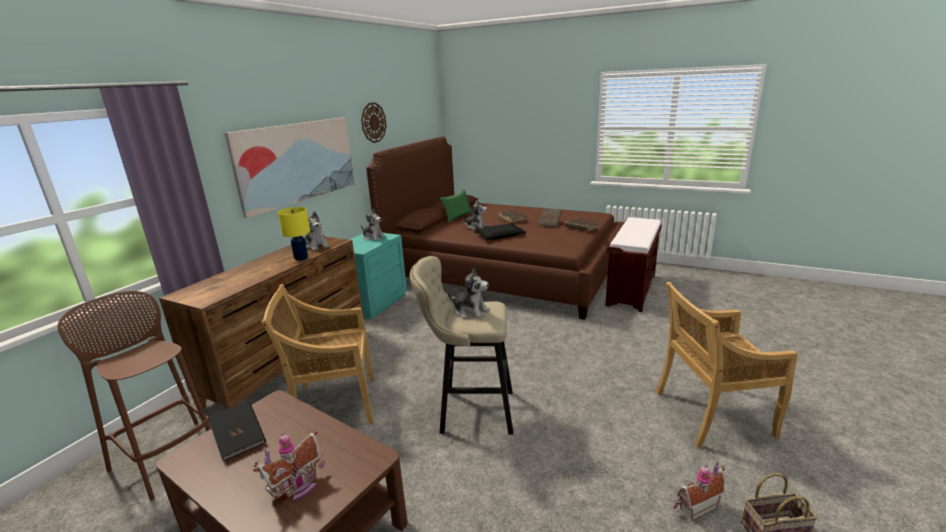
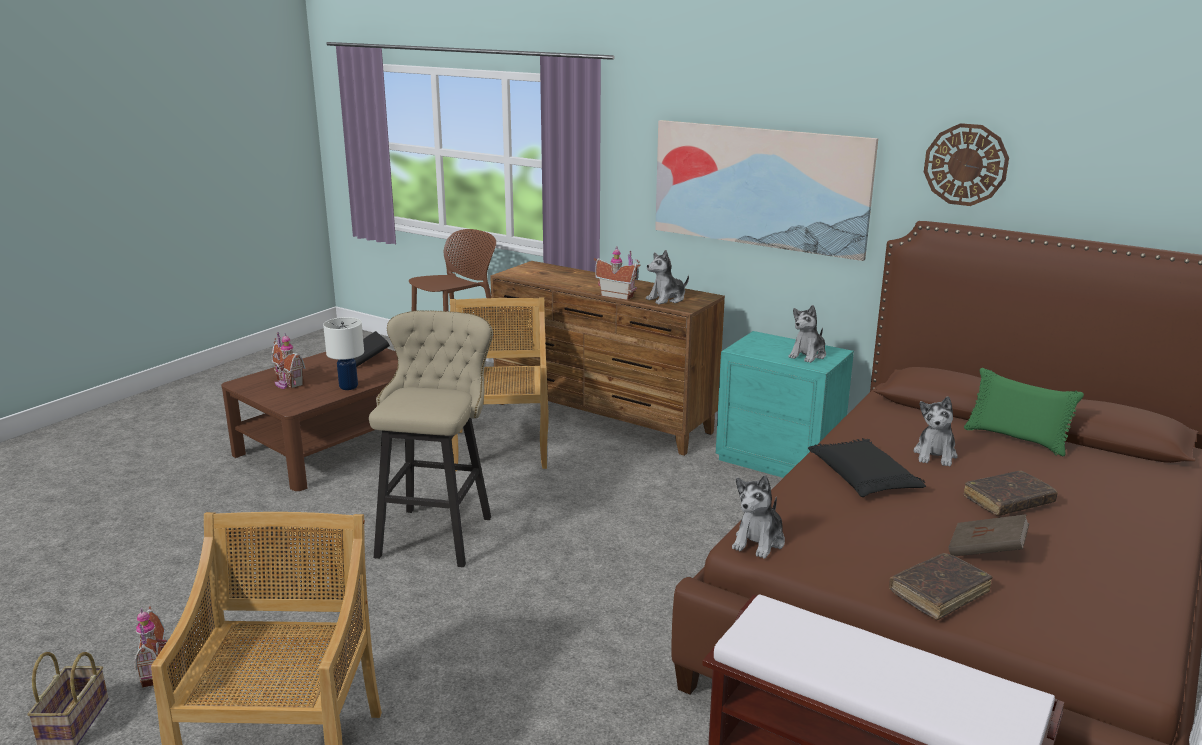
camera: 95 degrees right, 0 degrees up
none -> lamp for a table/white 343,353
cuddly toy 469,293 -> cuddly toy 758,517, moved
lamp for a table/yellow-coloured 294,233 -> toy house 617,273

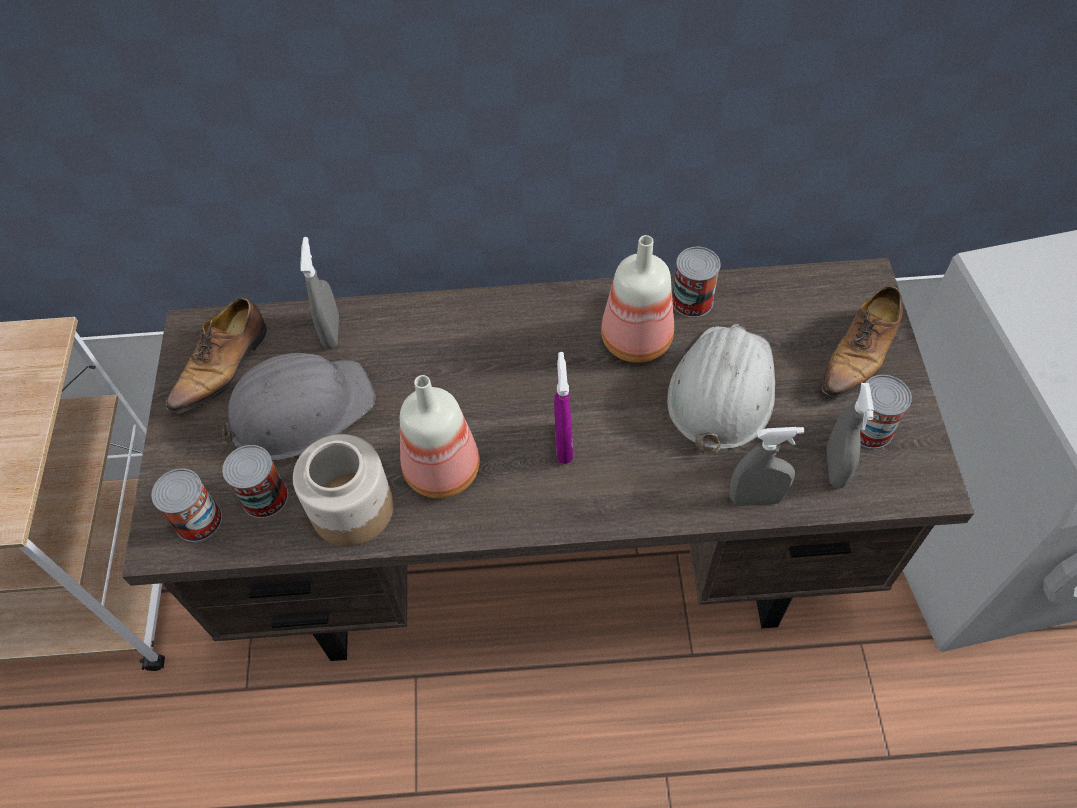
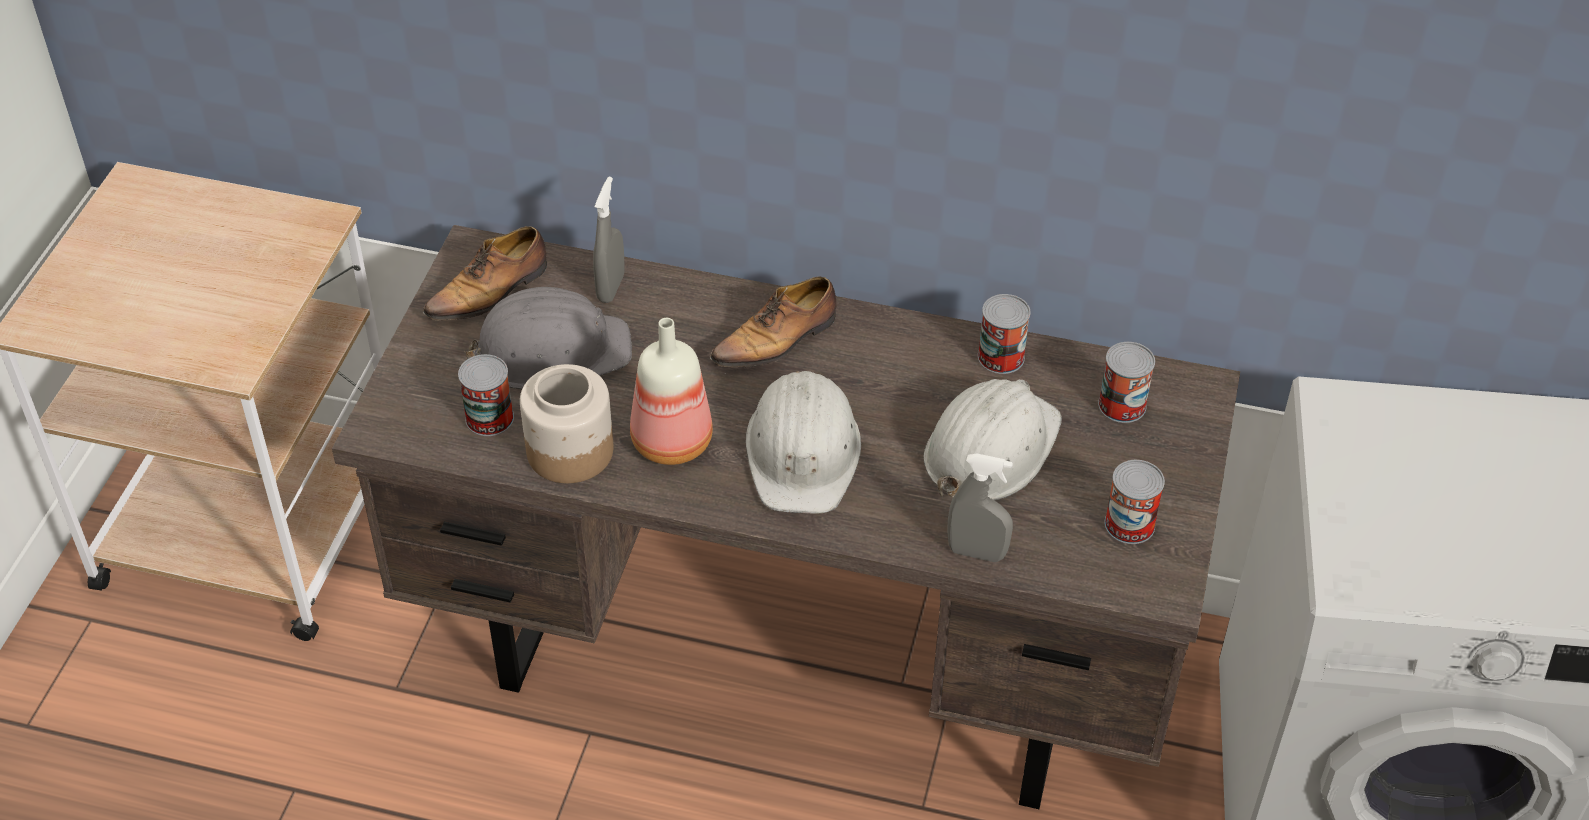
camera: 15 degrees right, 10 degrees down
beverage bottle 637,299 -> none
sprayer/gray 850,435 -> none
sealed can 186,505 -> sealed can 1126,382, moved
shoe 862,342 -> shoe 772,325, moved
sprayer/purple-coloured 563,408 -> work helmet/white 803,442

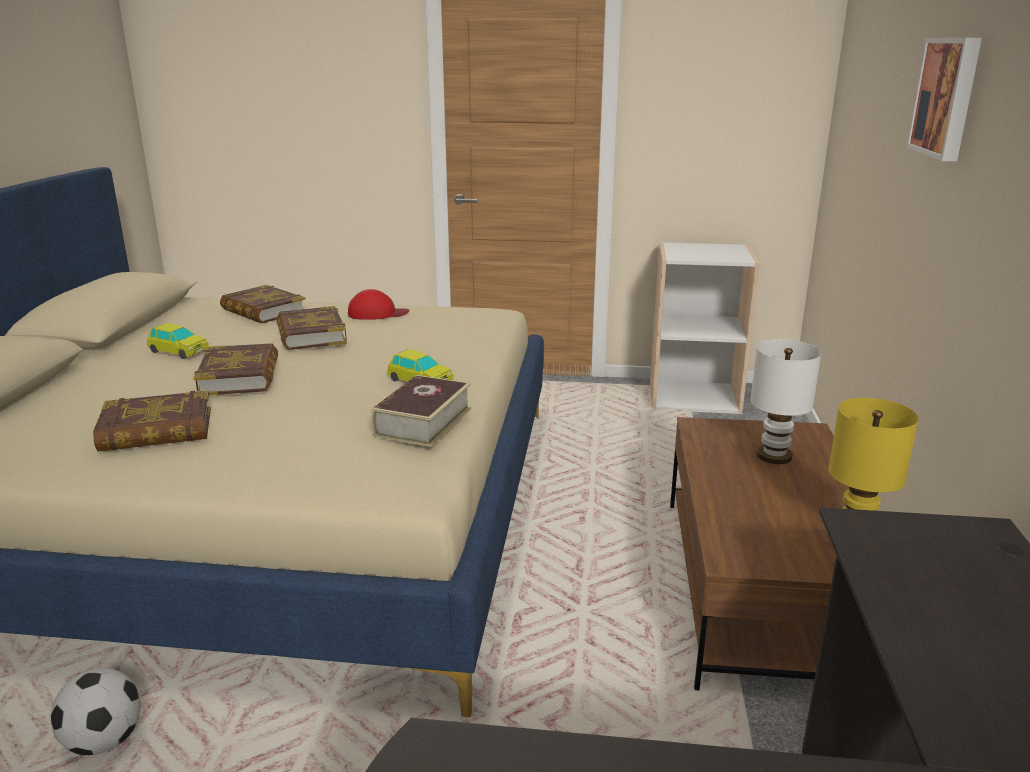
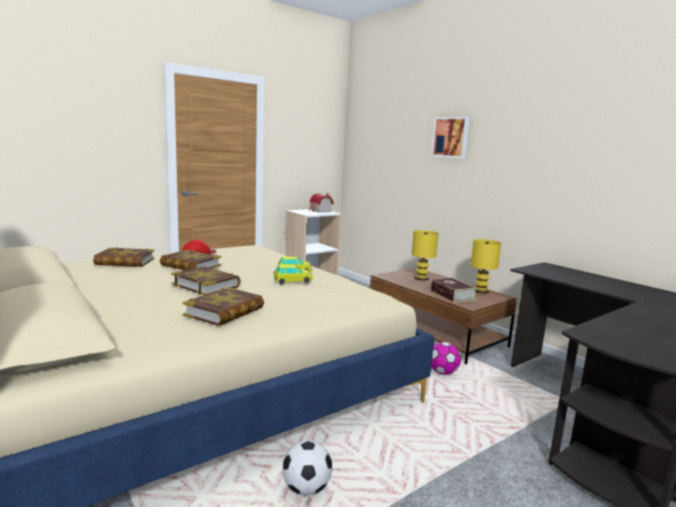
camera: 45 degrees left, 10 degrees down
none -> toy house 321,203
none -> ball for football 446,358
miniature car 178,341 -> miniature car 293,274, moved
book 421,411 -> book 454,290, moved
lamp for a table/white 785,401 -> lamp for a table/yellow-coloured 425,255

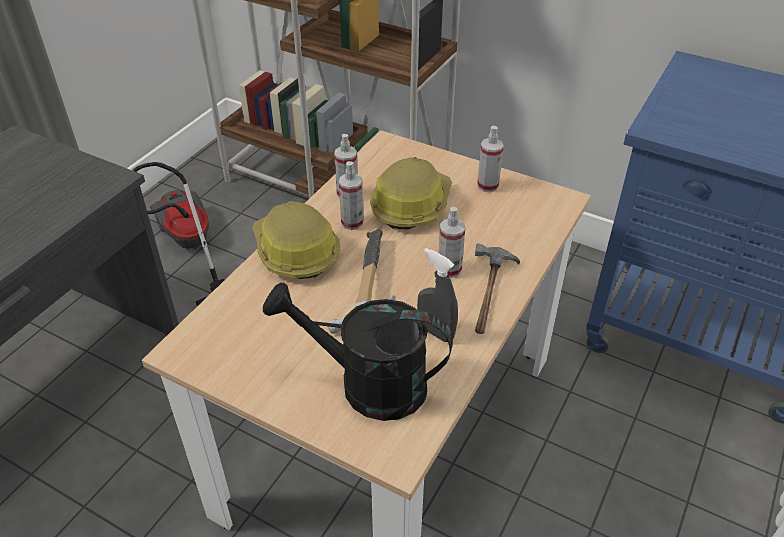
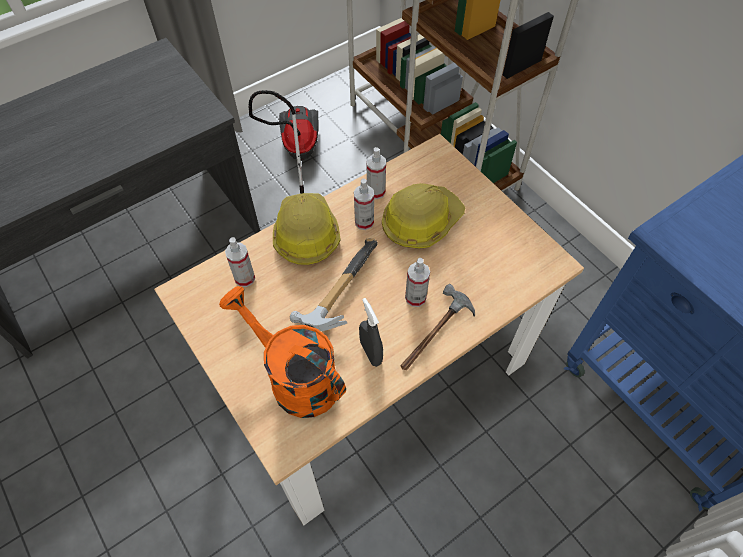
camera: 25 degrees right, 15 degrees up
sprayer 490,159 -> sprayer 240,262, moved
watering can/blackish 358,351 -> watering can/orange-coloured 282,352

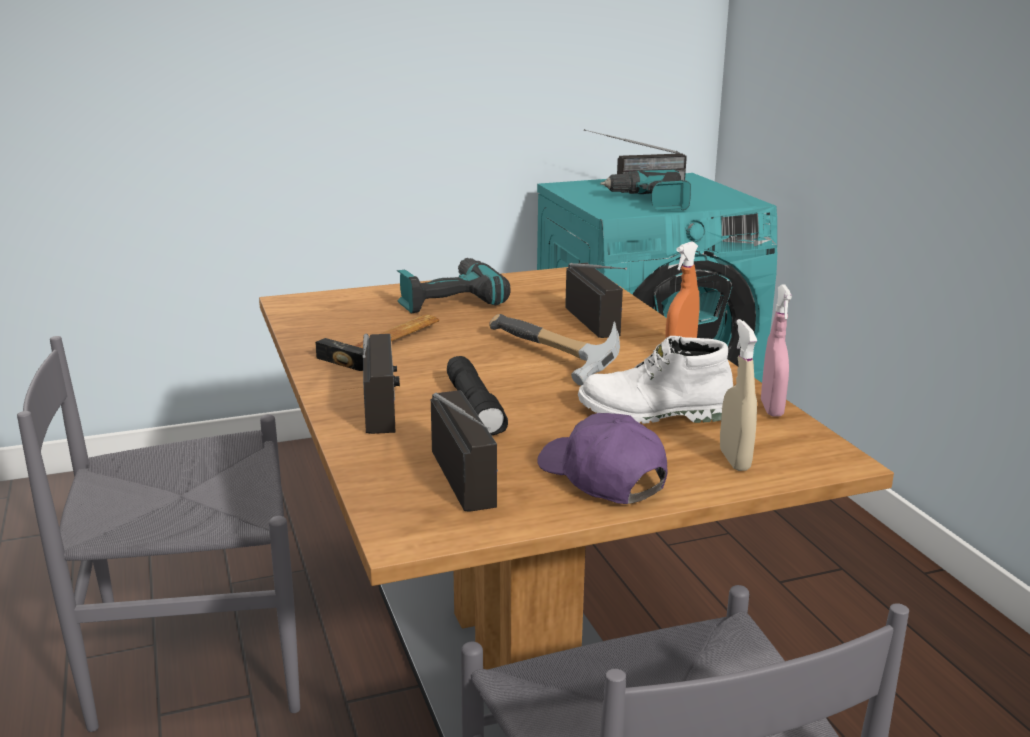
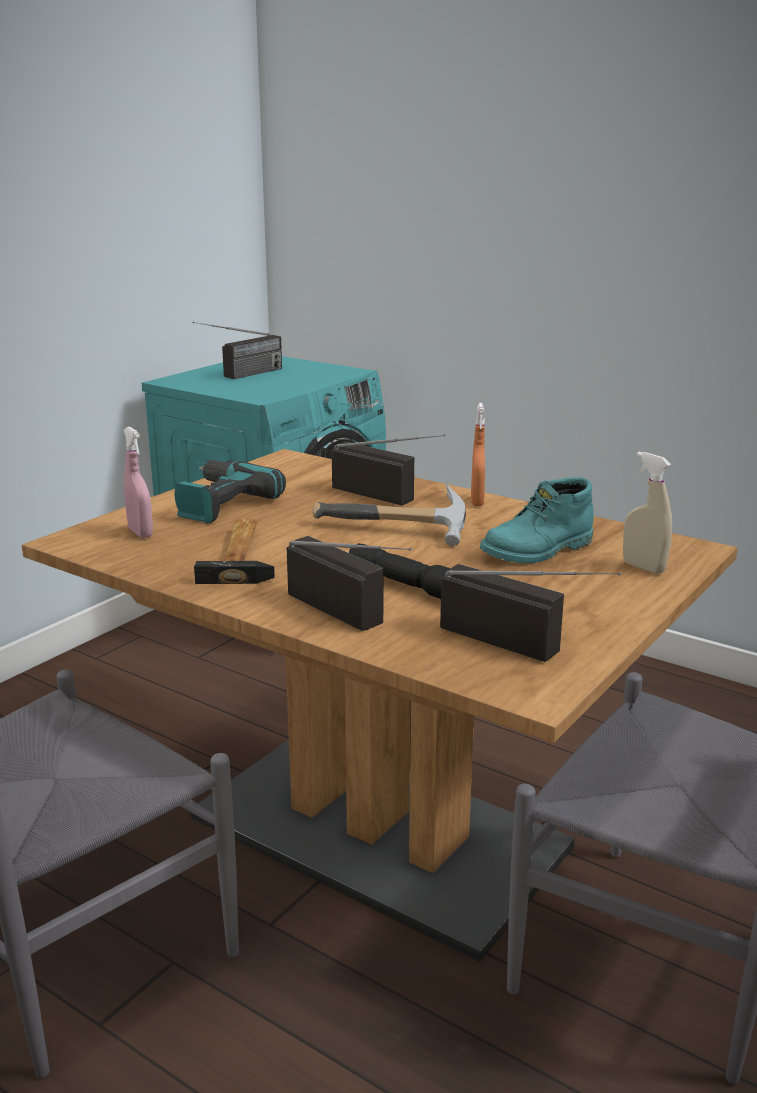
camera: 35 degrees left, 0 degrees up
baseball cap/purple-coloured 602,458 -> none
electric drill 645,190 -> none
sprayer/pinkish 776,350 -> sprayer/pinkish 138,482, moved
high-top boot/white 655,380 -> high-top boot/turquoise-coloured 537,520

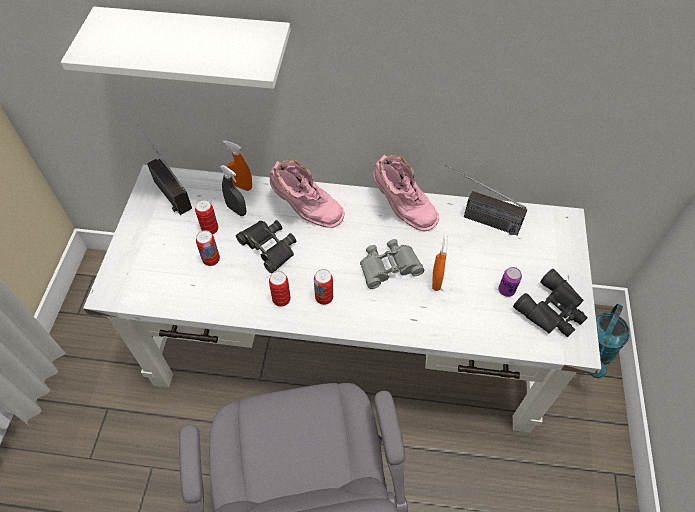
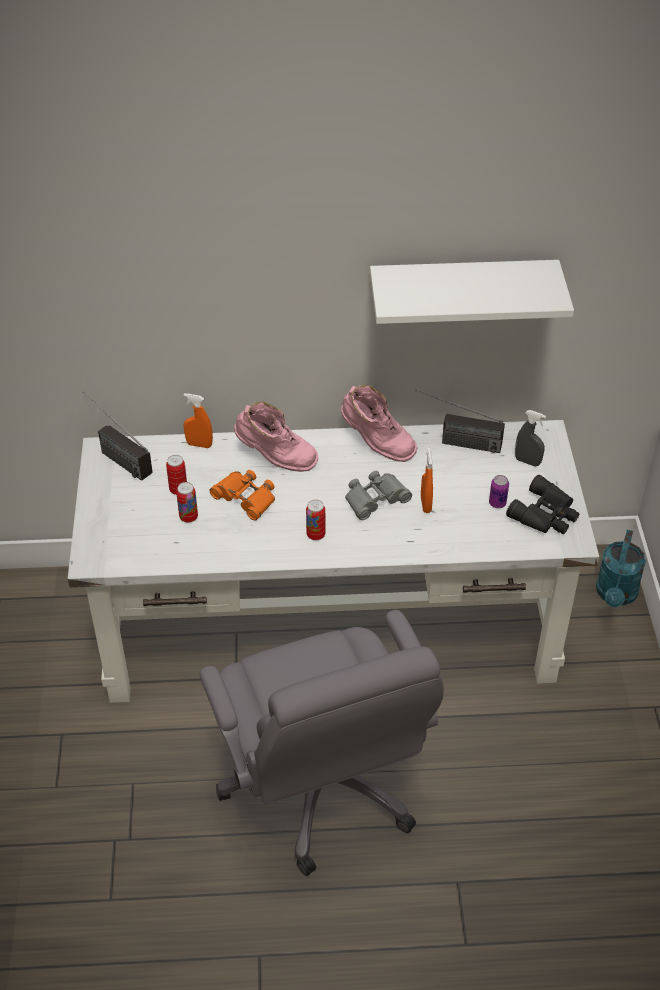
camera: 10 degrees left, 10 degrees down
sealed can 280,289 -> none
wall shelf/white 176,48 -> wall shelf/white 472,292, moved
sprayer/gray 233,190 -> sprayer/gray 530,438, moved
binoculars/blackish 266,246 -> binoculars/orange-coloured 242,495

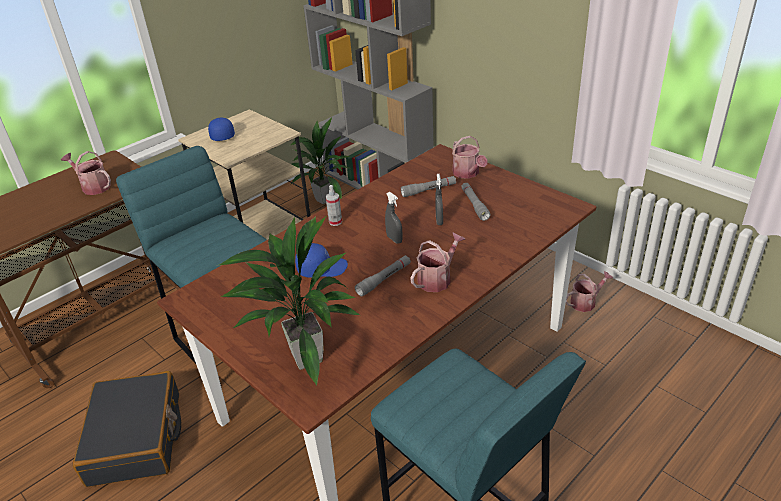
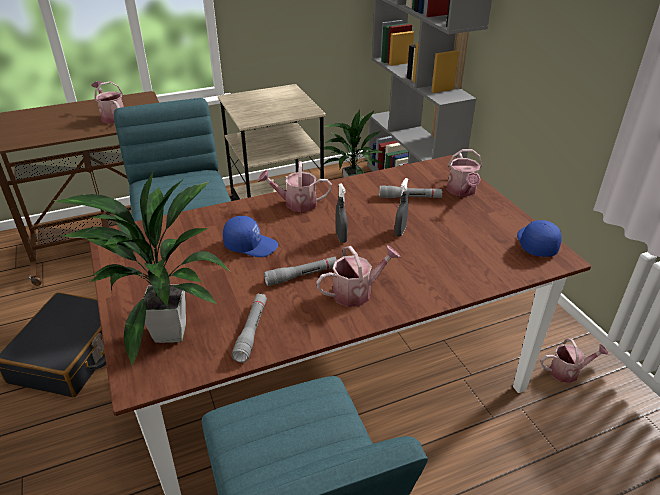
camera: 20 degrees right, 0 degrees up
baseball cap/blue-coloured 221,129 -> baseball cap/blue-coloured 539,238, moved
hand torch/gray 476,202 -> hand torch/gray 249,327, moved
sprayer 334,205 -> watering can 295,186

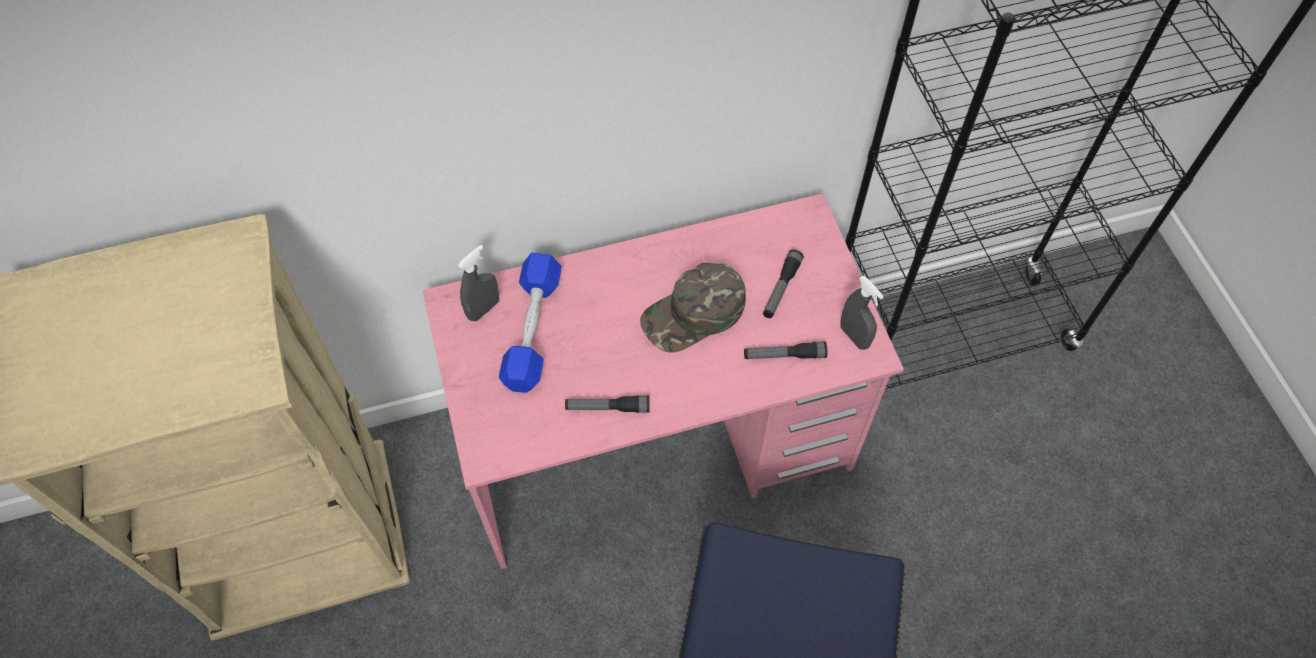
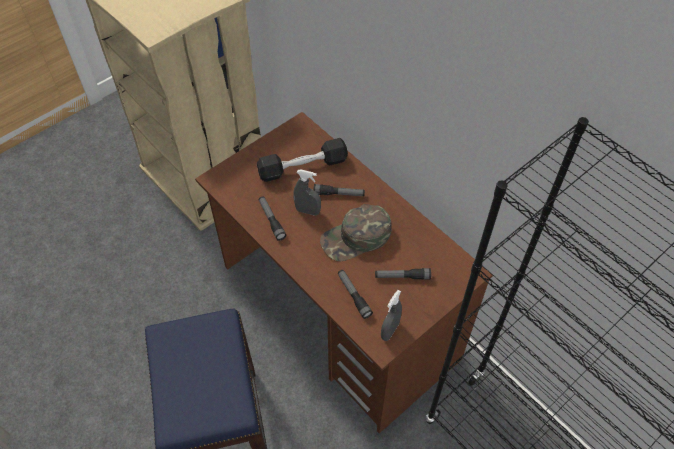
camera: 65 degrees right, 5 degrees down
none -> hand torch 339,190
sprayer/gray 478,283 -> sprayer/gray 307,193, moved
desk unit/pinkish 663,381 -> desk unit/brownish 344,272
dumbbell/blue-coloured 530,323 -> dumbbell/blackish 302,160
baseball cap/green 693,307 -> baseball cap/green 355,232, 60 degrees counterclockwise

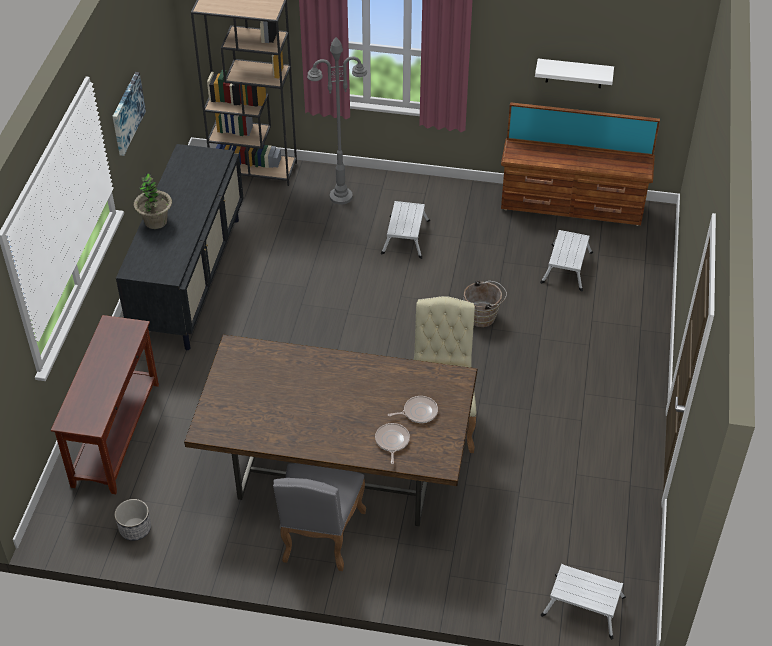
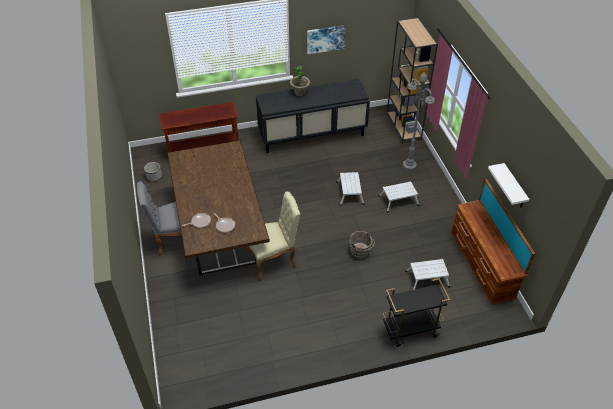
camera: 65 degrees right, 0 degrees up
none -> cart/blackish 416,312
step stool/white 583,602 -> step stool/white 351,189, moved

